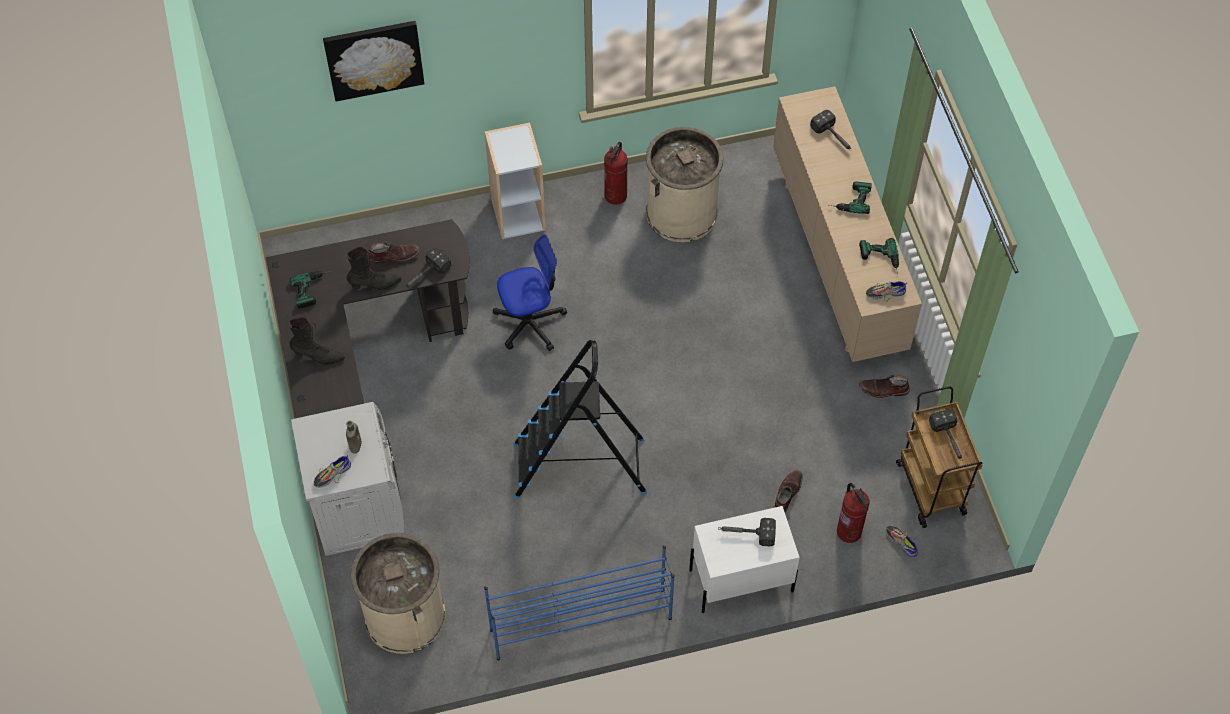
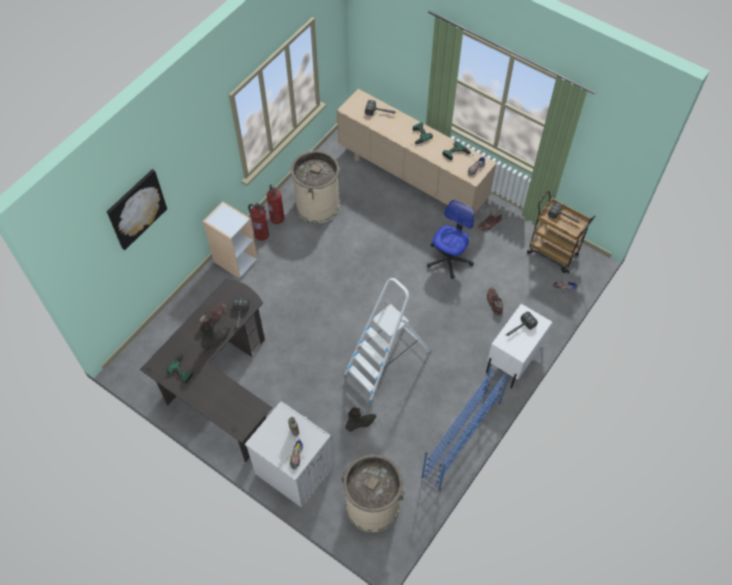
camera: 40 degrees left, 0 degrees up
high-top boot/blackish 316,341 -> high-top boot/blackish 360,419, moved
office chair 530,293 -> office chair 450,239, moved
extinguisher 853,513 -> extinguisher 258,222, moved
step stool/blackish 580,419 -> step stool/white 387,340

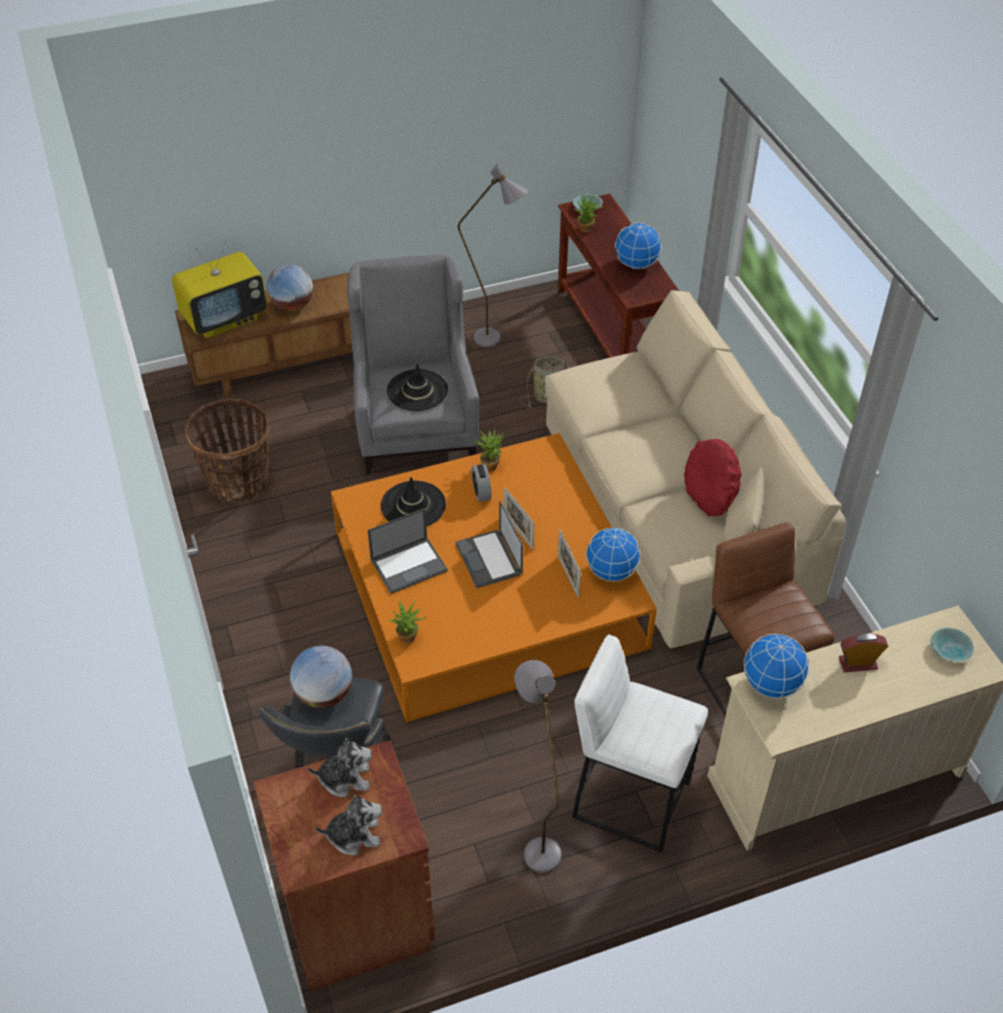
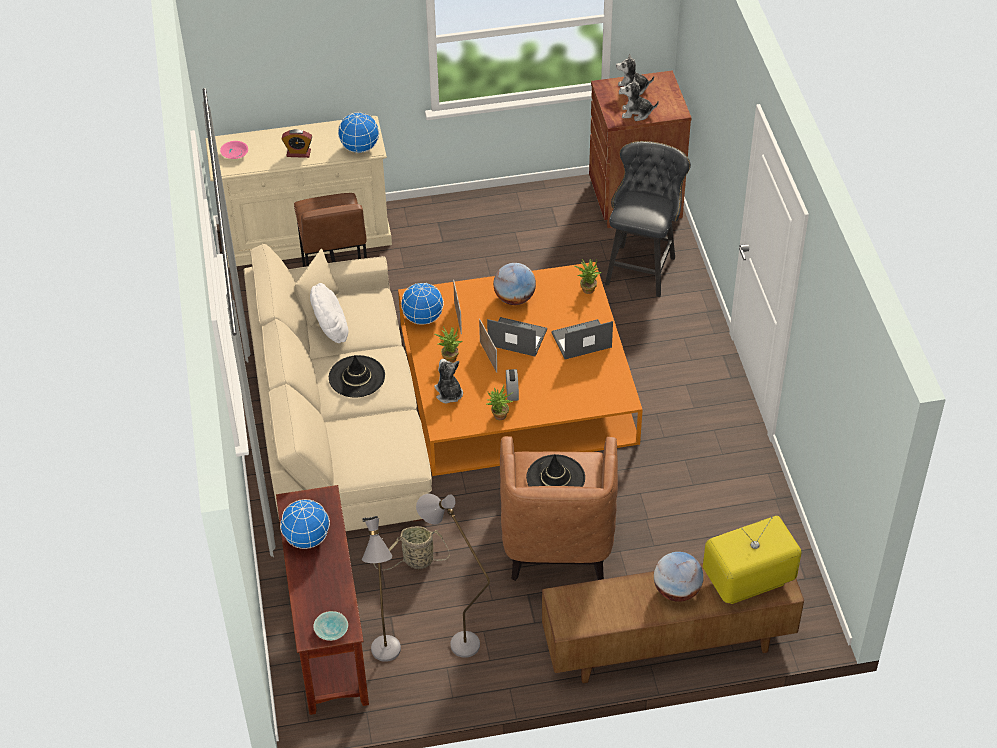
camera: 170 degrees left, 0 degrees up
storage basket 227,450 -> none
stool seat/white 640,743 -> none
none -> cuddly toy 448,381
desk globe 321,677 -> desk globe 514,284, moved
wearable hat/blackish 413,502 -> wearable hat/blackish 357,376, moved
standing lamp/gray 537,766 -> standing lamp/gray 381,590, moved
potted plant 589,213 -> potted plant 448,344, moved
lounge chair/gray 413,364 -> lounge chair/brownish 559,508
cushion/red-coloured 713,477 -> cushion/white 329,313
serving bowl/turquoise-coloured 952,645 -> serving bowl/pinkish 234,150
portable computer 489,544 -> portable computer 517,337, 60 degrees counterclockwise

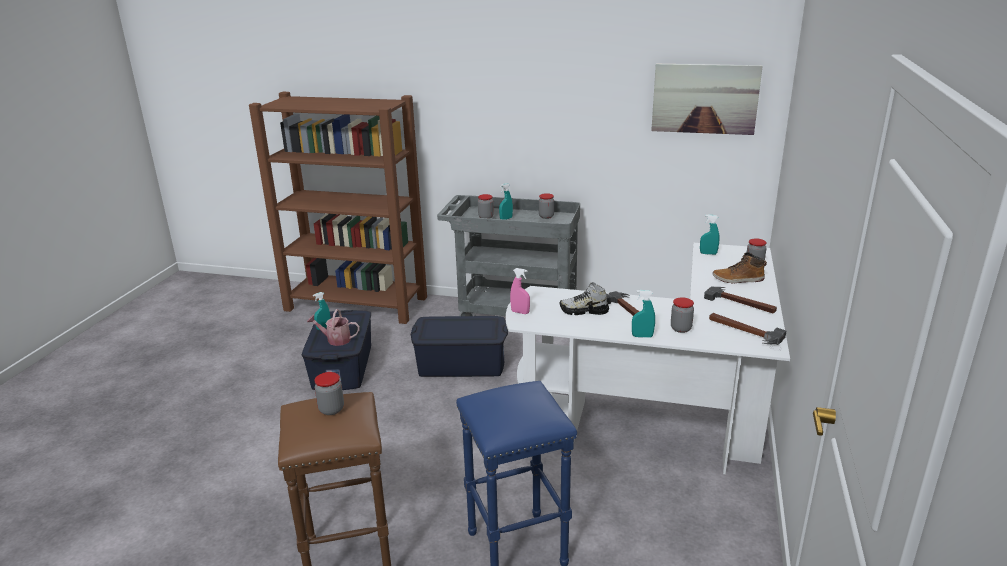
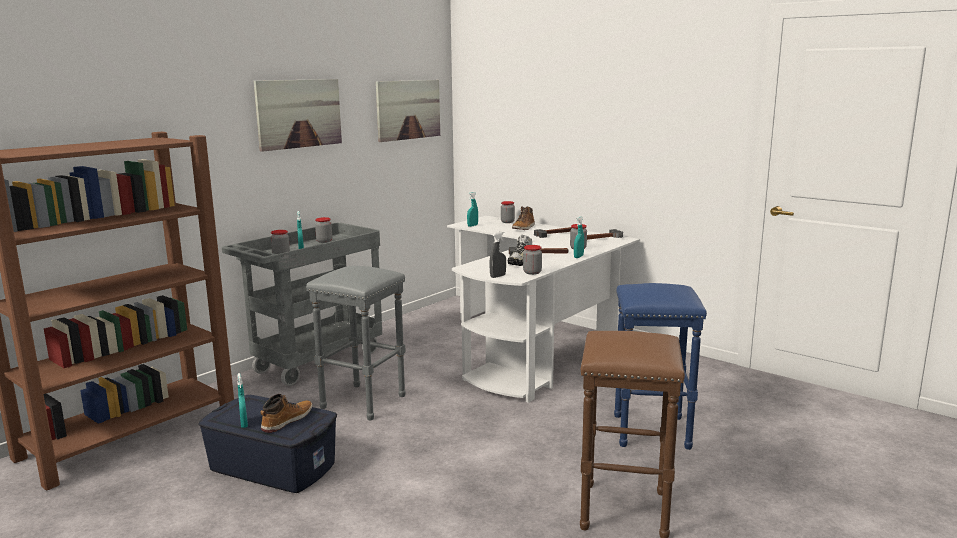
camera: 65 degrees left, 10 degrees down
none -> wall picture 298,115
preserve jar 329,393 -> preserve jar 532,260, moved
watering can 333,327 -> high-top boot 286,413
storage box/blue-coloured 459,346 -> stool seat/gray 356,343
sprayer/pinkish 520,291 -> sprayer/gray 497,254

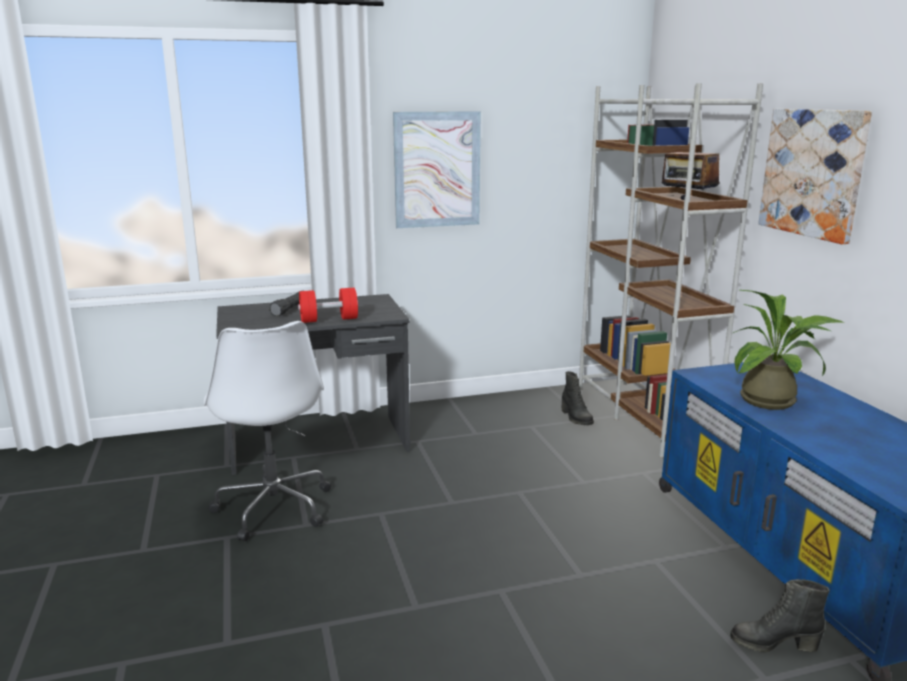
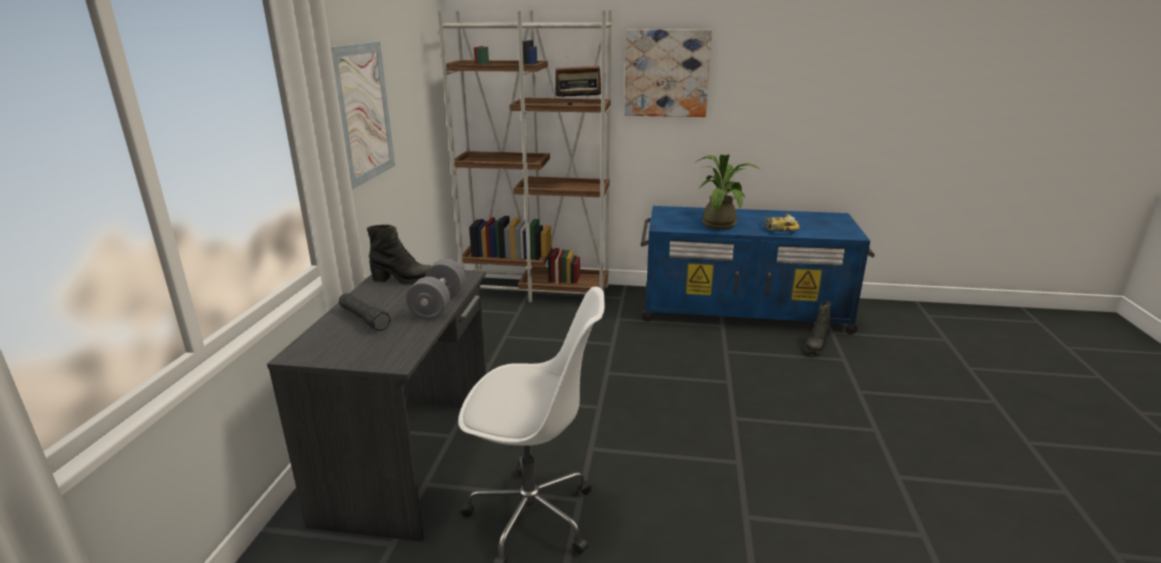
camera: 65 degrees left, 5 degrees up
none -> electric drill 782,222
high-top boot/blackish 578,398 -> high-top boot/blackish 399,254, moved
dumbbell/red-coloured 328,305 -> dumbbell/gray 436,288

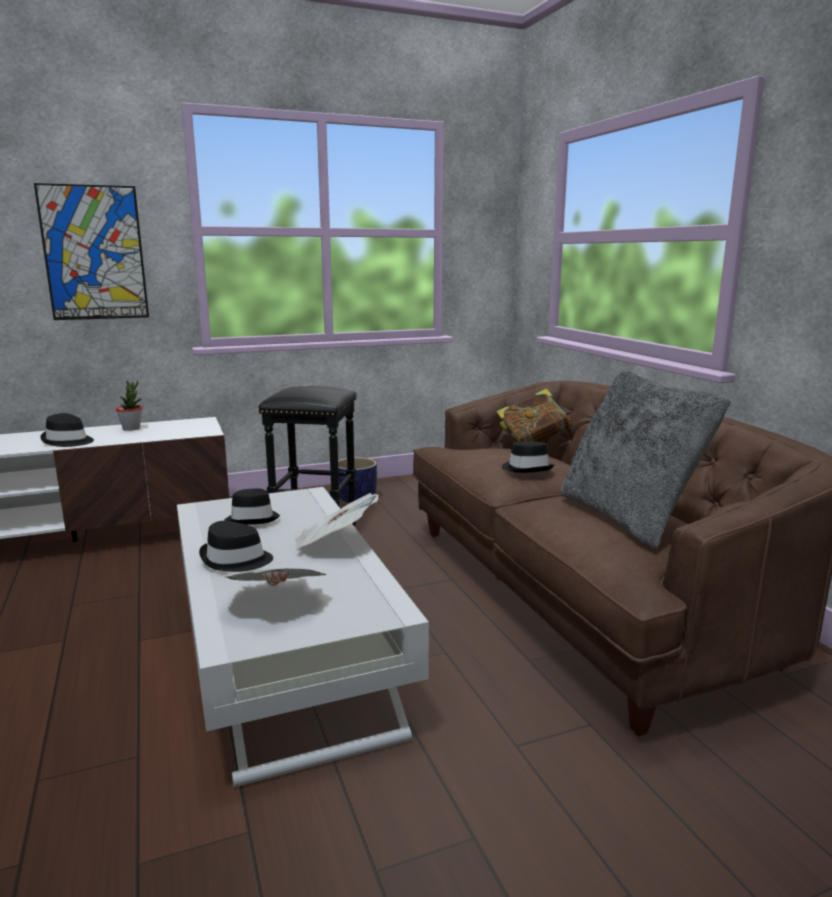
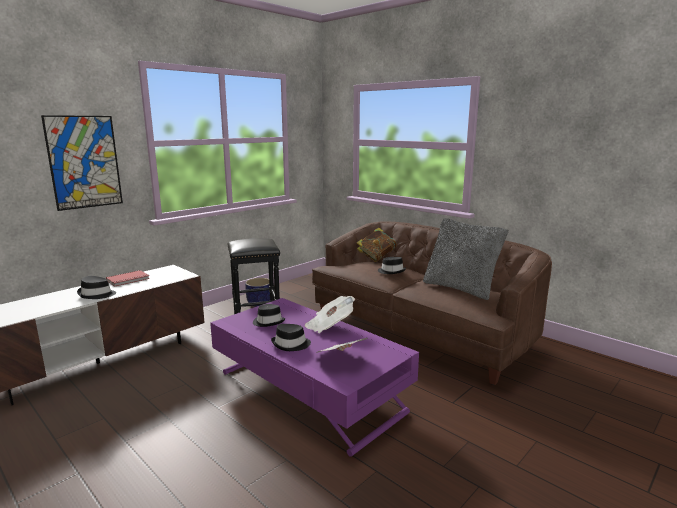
camera: 25 degrees left, 0 degrees up
potted plant 129,406 -> book/red-coloured 128,278
coffee table/white 303,637 -> coffee table/purple-coloured 314,377

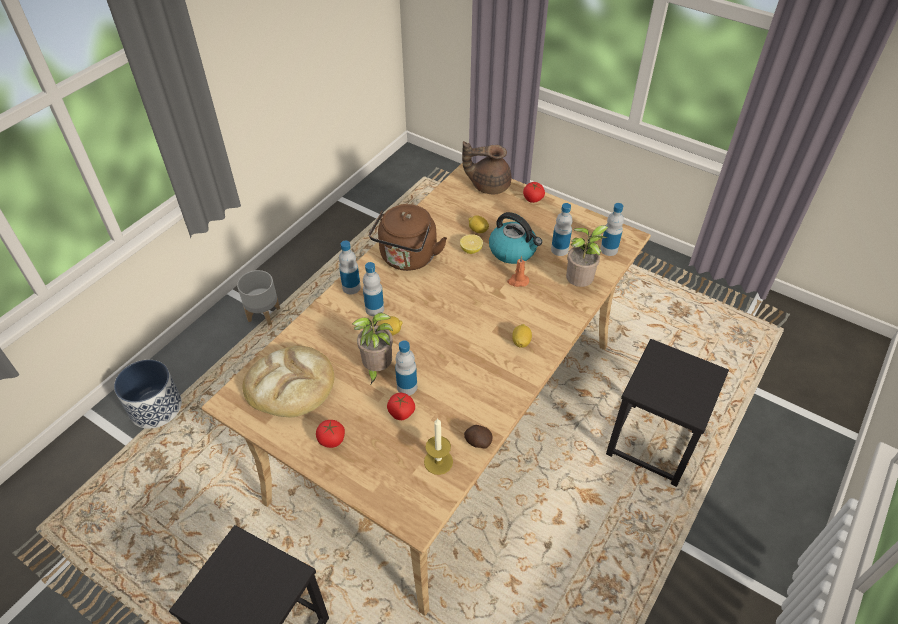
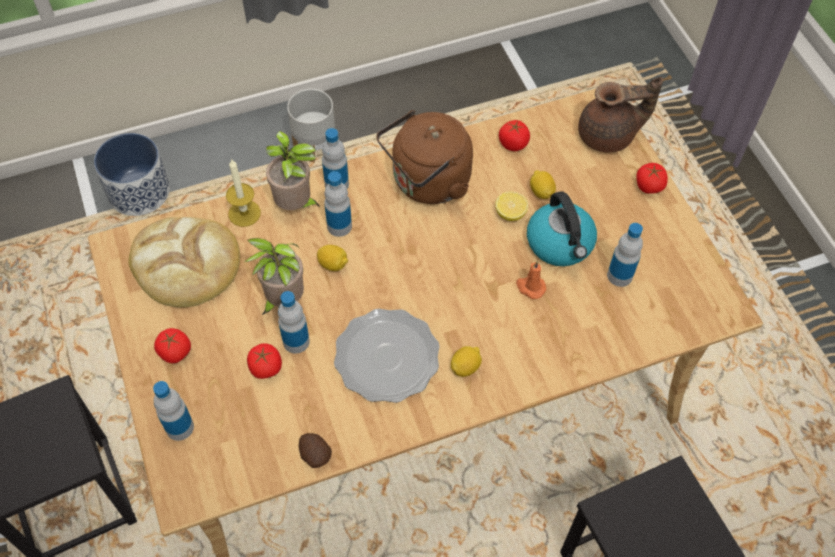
camera: 35 degrees right, 10 degrees up
none -> dinner plate 387,356
none -> whole tomato 514,135
wax candle 438,446 -> wax candle 243,193, moved
potted plant 587,256 -> potted plant 293,170, moved
beverage bottle 612,229 -> beverage bottle 173,411, moved
pot for tea/brownish 486,167 -> pot for tea/brownish 620,114, 135 degrees clockwise

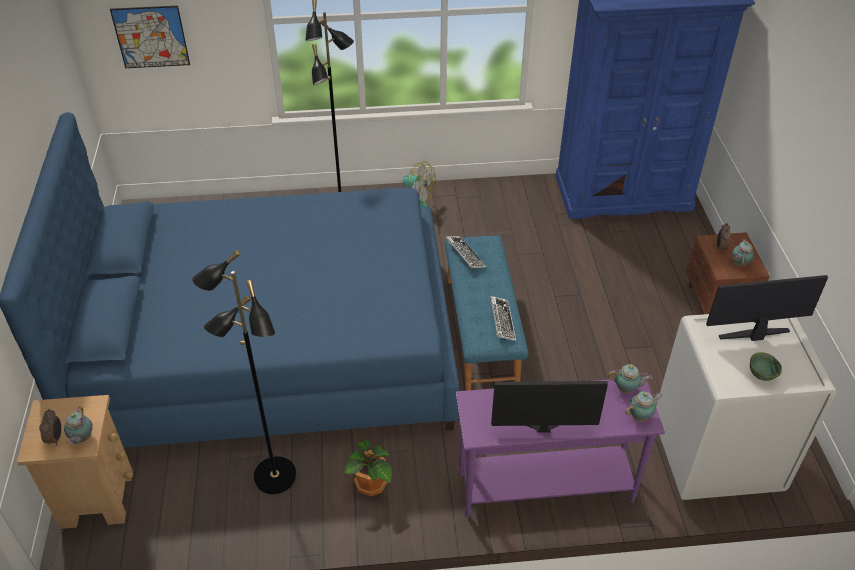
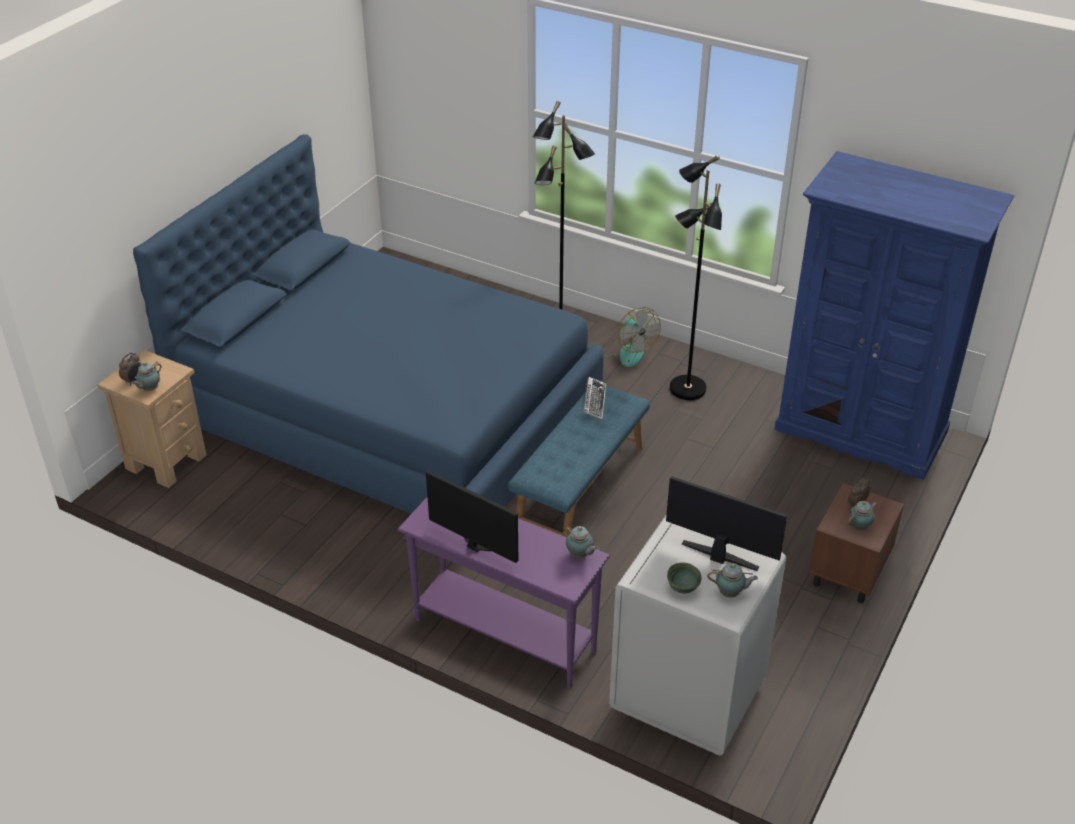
camera: 35 degrees right, 5 degrees down
wall picture 150,37 -> none
potted plant 368,468 -> none
computer keyboard 503,318 -> none
standing lamp/blackish 244,372 -> standing lamp/blackish 696,277, moved
pot for tea 644,406 -> pot for tea 732,580, moved

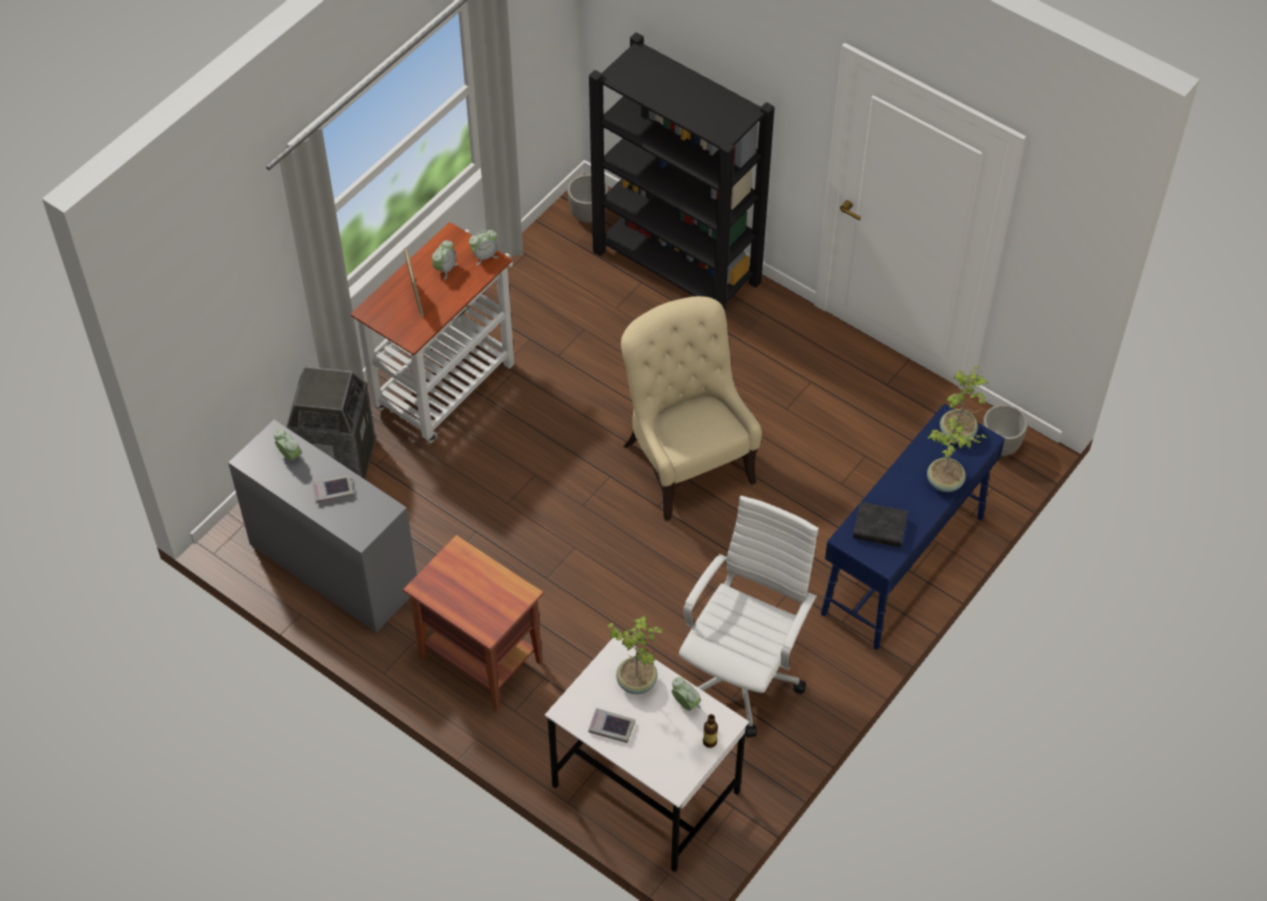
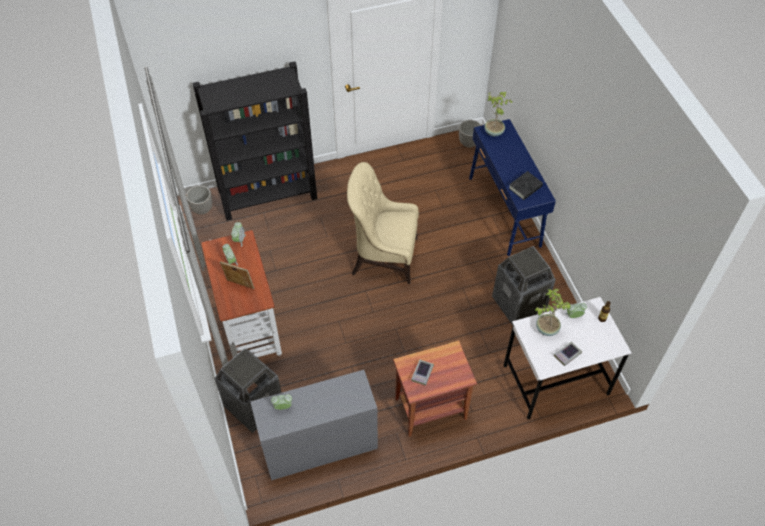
camera: 55 degrees left, 0 degrees up
potted plant 957,454 -> none
book 333,489 -> book 422,372, moved
office chair/white 749,616 -> rubbish bin 524,285

